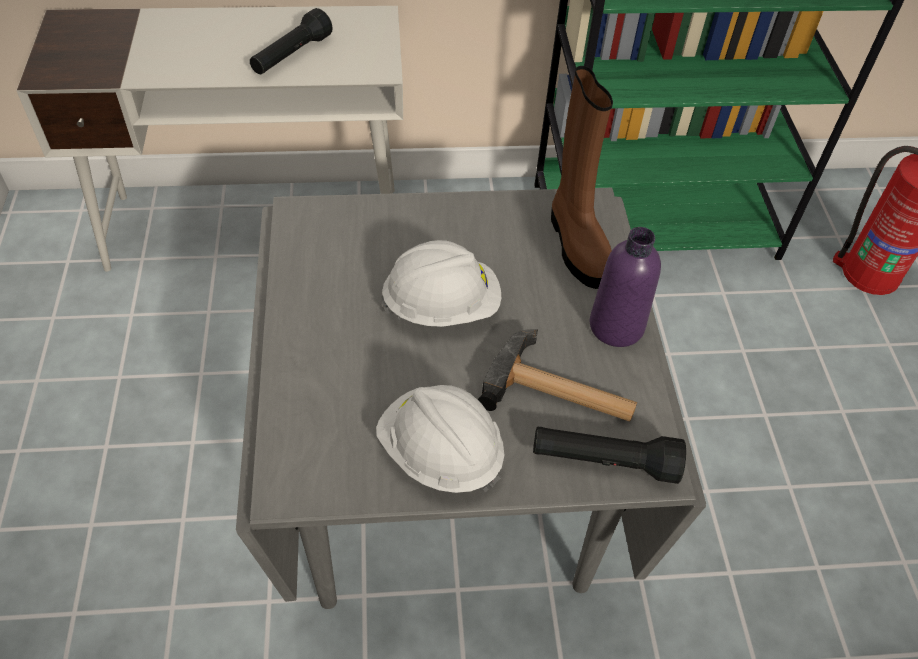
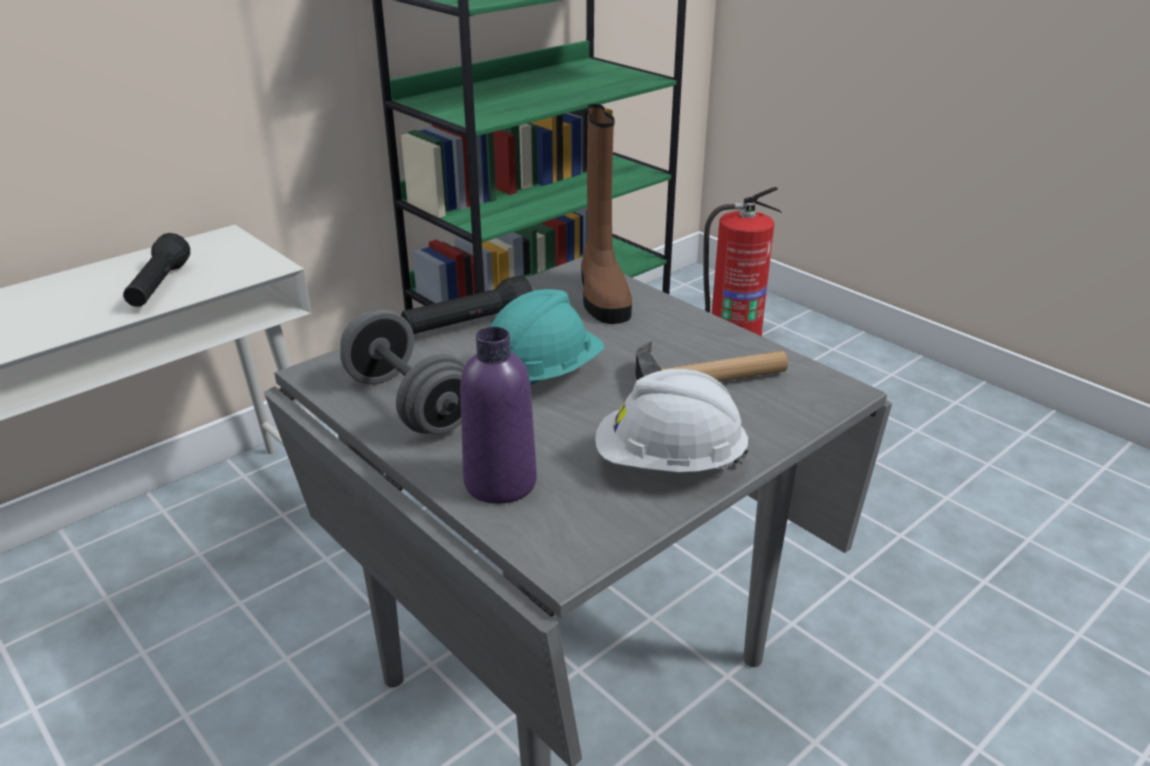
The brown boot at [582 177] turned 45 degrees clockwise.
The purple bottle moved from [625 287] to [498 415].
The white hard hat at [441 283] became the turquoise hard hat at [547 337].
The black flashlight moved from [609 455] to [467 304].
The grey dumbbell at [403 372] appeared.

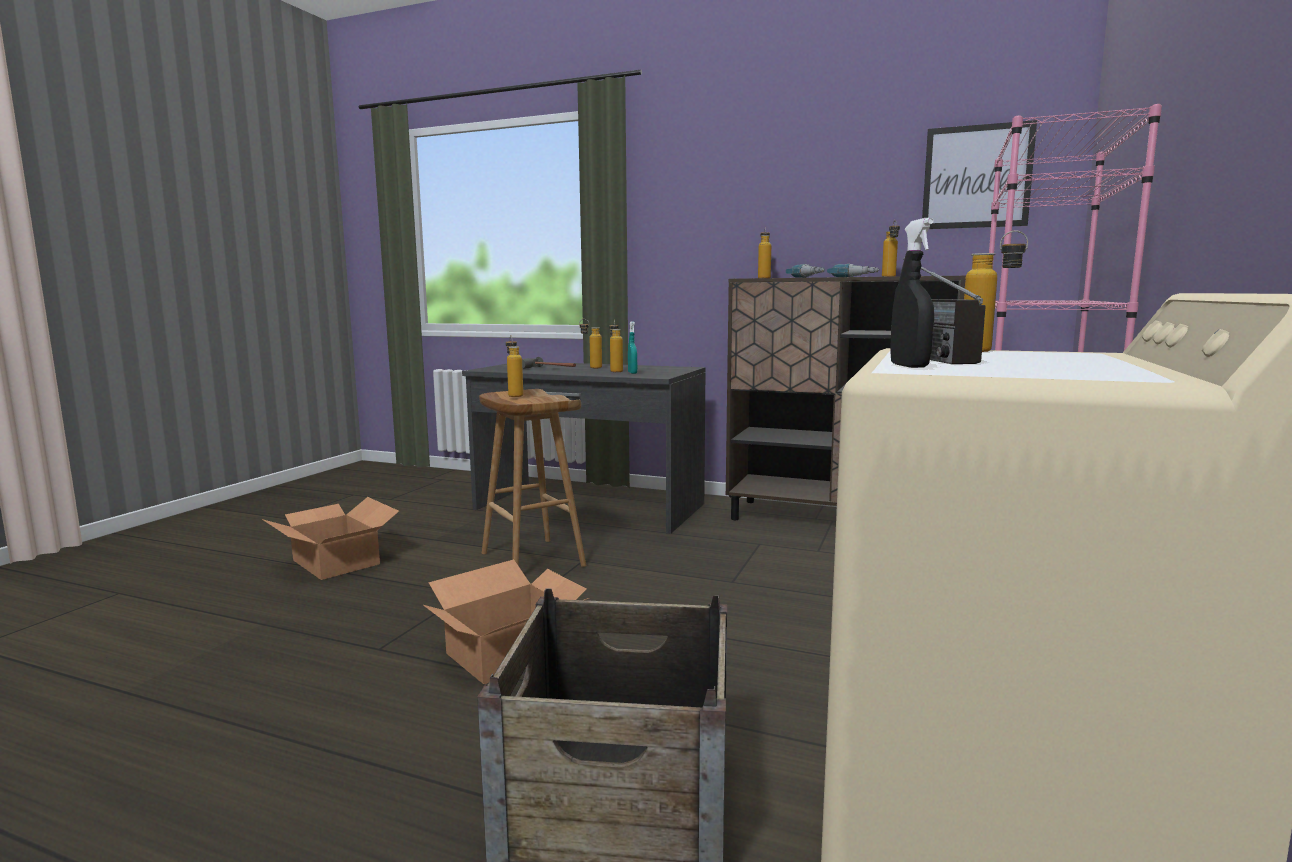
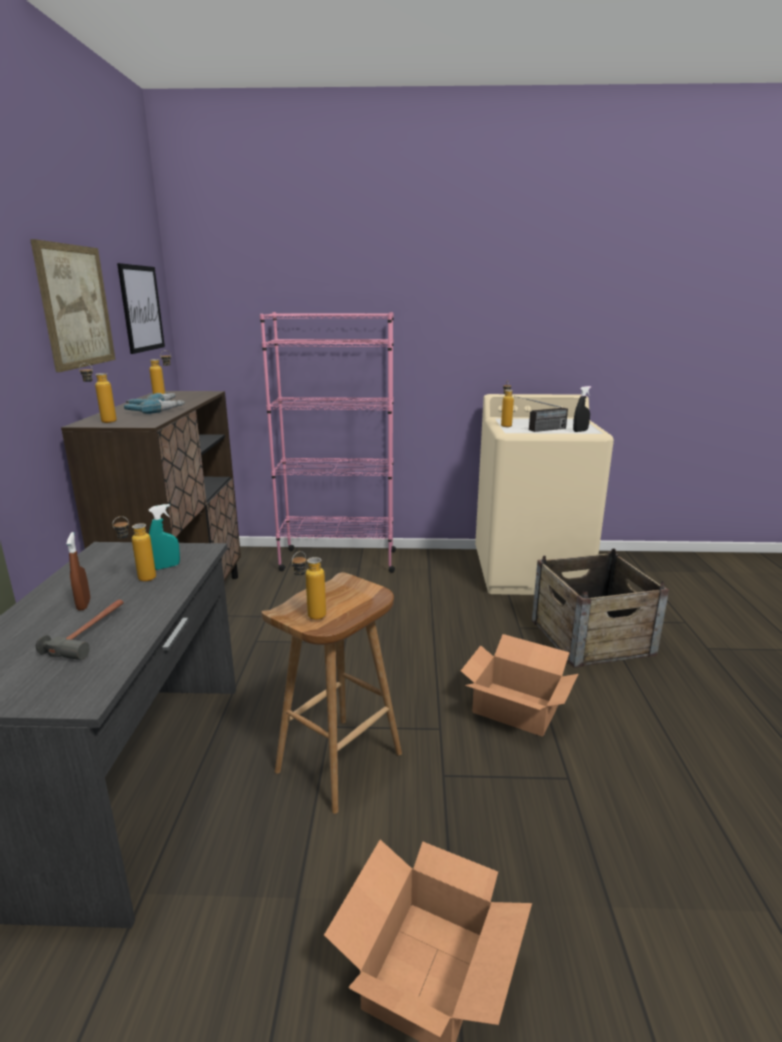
The bottle at [590 343] was replaced by the brown spray bottle at [78 571].
The picture at [73 305] appeared.

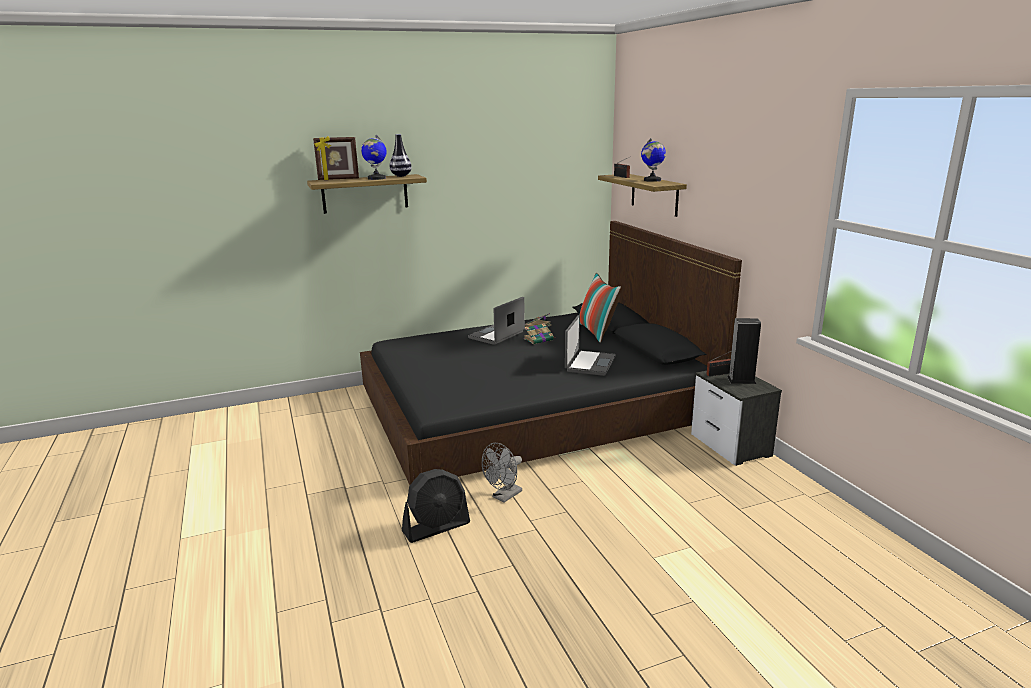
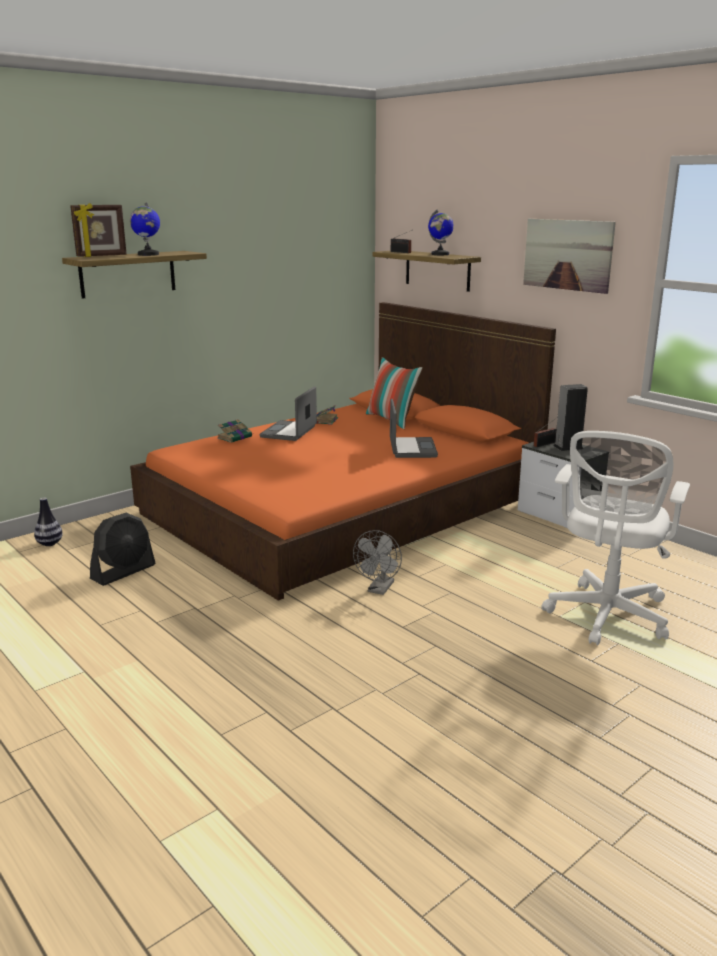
The vase moved from [401 155] to [48 522].
The black bed at [551 353] became the orange bed at [343 451].
The book moved from [539 333] to [235 431].
The black fan moved from [436 506] to [122 549].
The picture at [569 256] appeared.
The white office chair at [615 538] appeared.

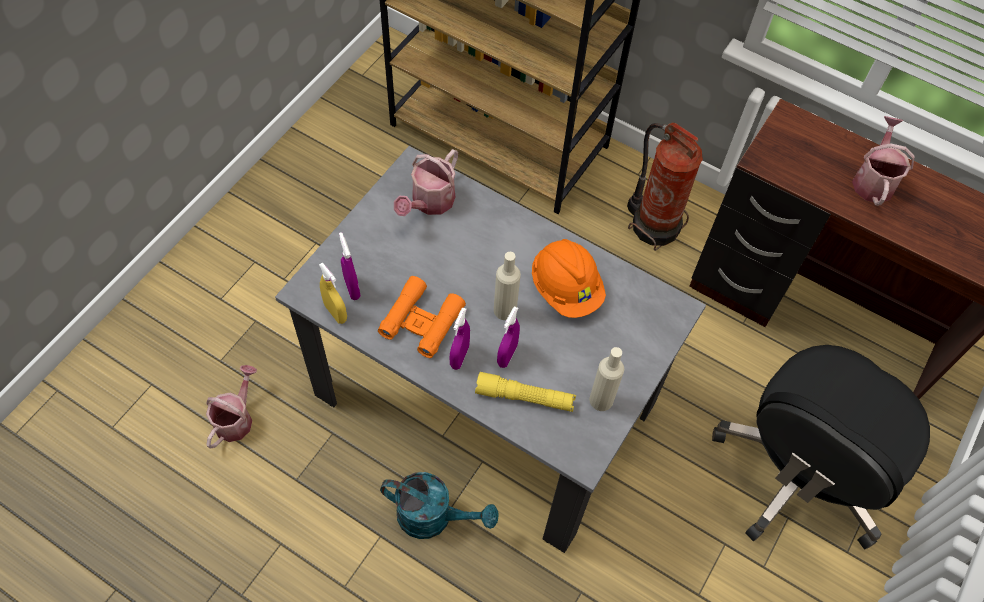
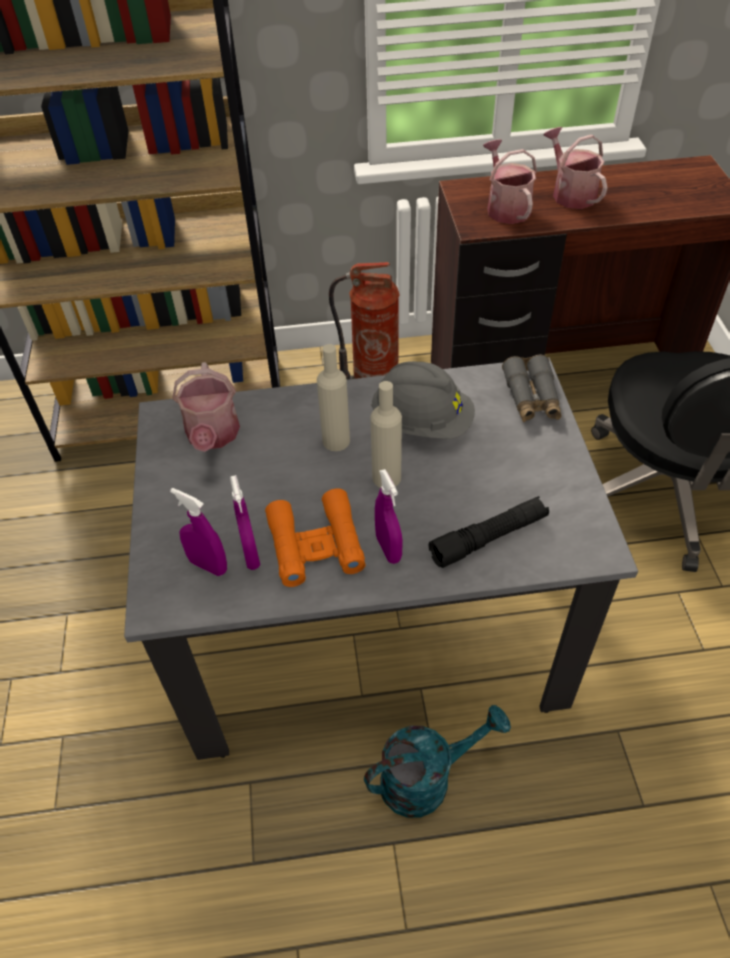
The orange hard hat at [569 278] became the grey hard hat at [423 400].
The yellow spray bottle at [333 293] disappeared.
The purple spray bottle moved from [508 337] to [245 522].
The beige bottle moved from [606 379] to [333 397].
The watering can moved from [231 407] to [510 181].
The yellow flashlight at [525 392] became the black flashlight at [488 532].
The grey binoculars at [532 388] appeared.

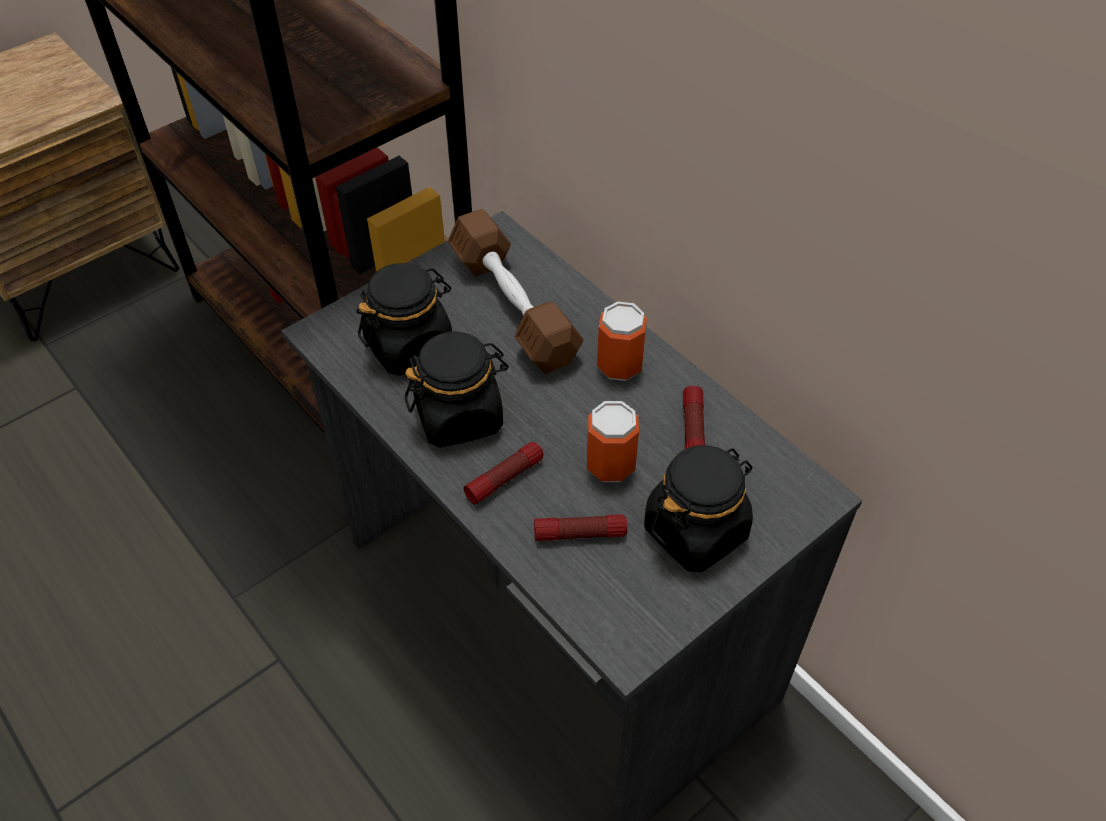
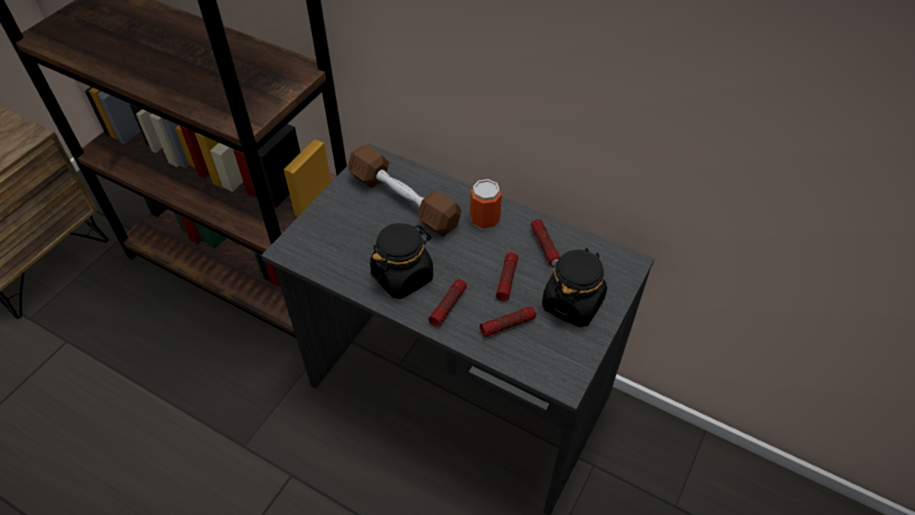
The black jar at [404 319] disappeared.
The can at [613 441] was replaced by the flashlight at [507 276].

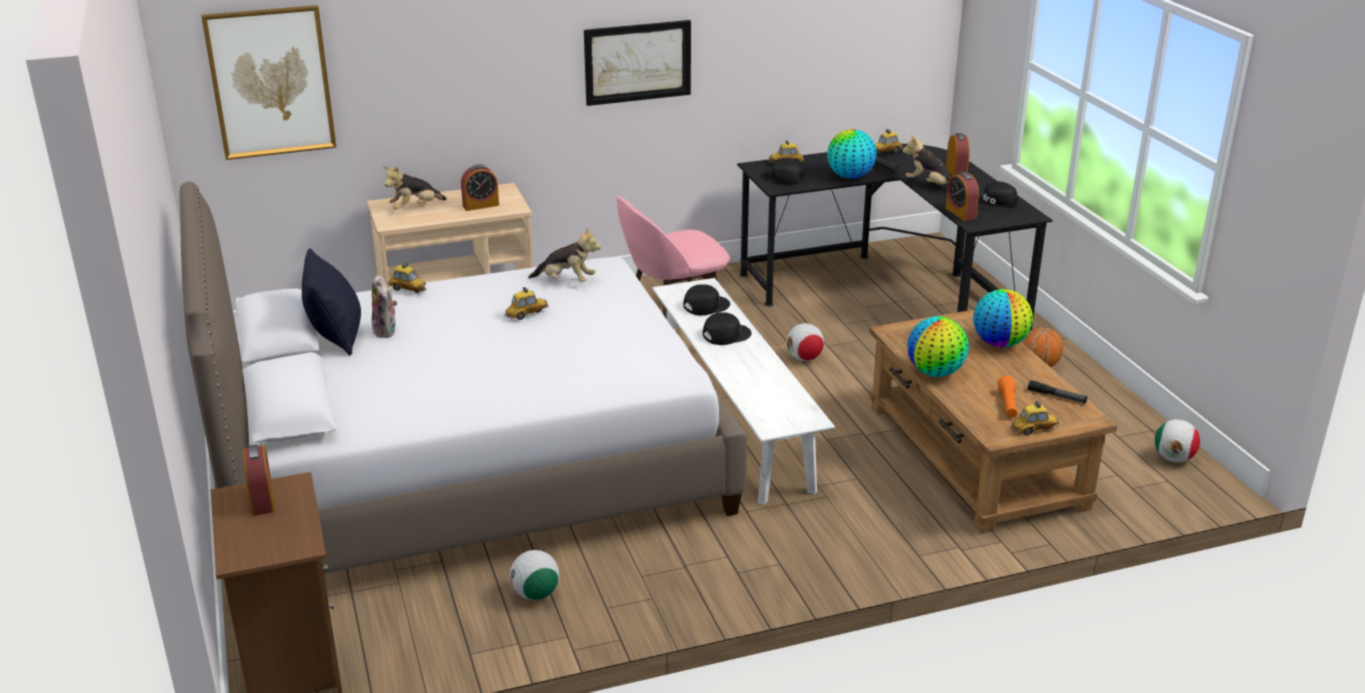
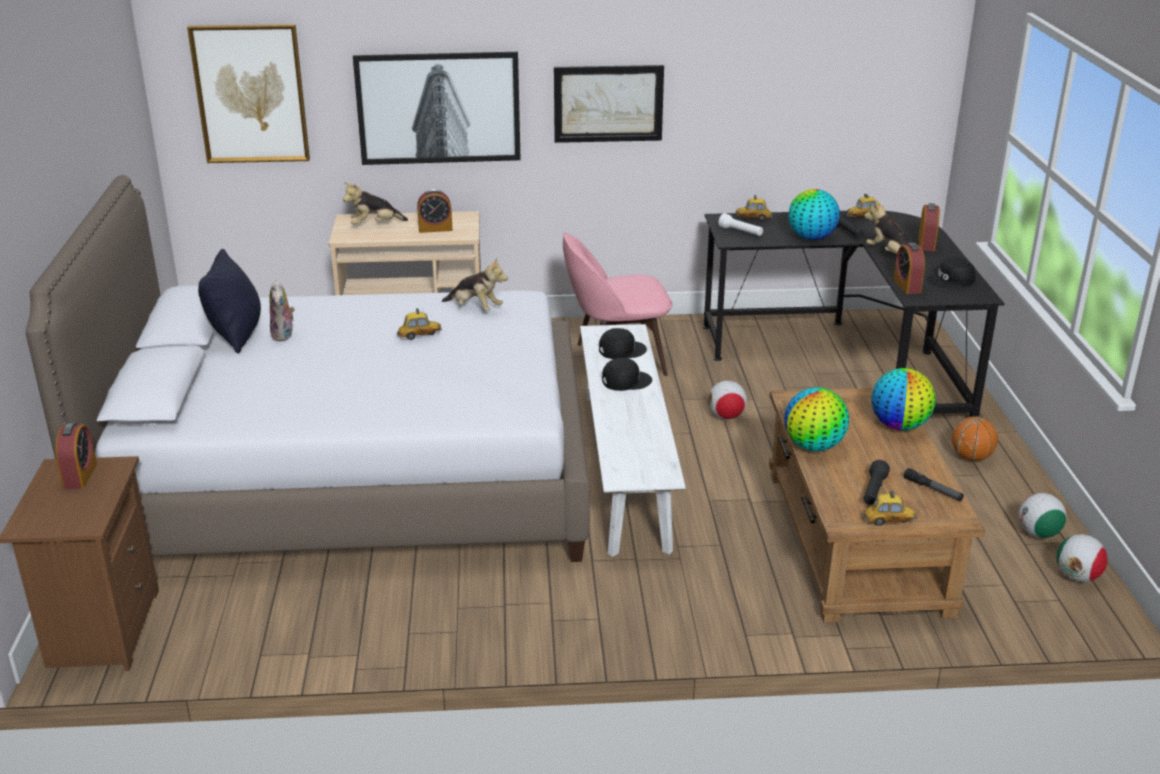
The black cap at [781 171] was replaced by the white flashlight at [740 224].
The toy car at [407 278] disappeared.
The orange flashlight at [1007 397] became the black flashlight at [876 482].
The football moved from [535 575] to [1042 515].
The picture at [437 108] appeared.

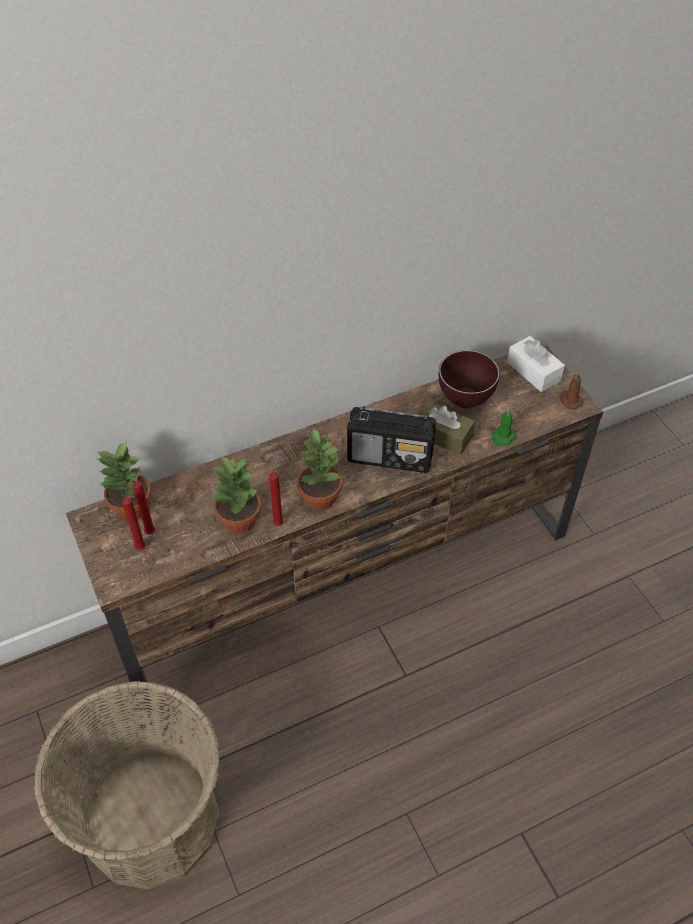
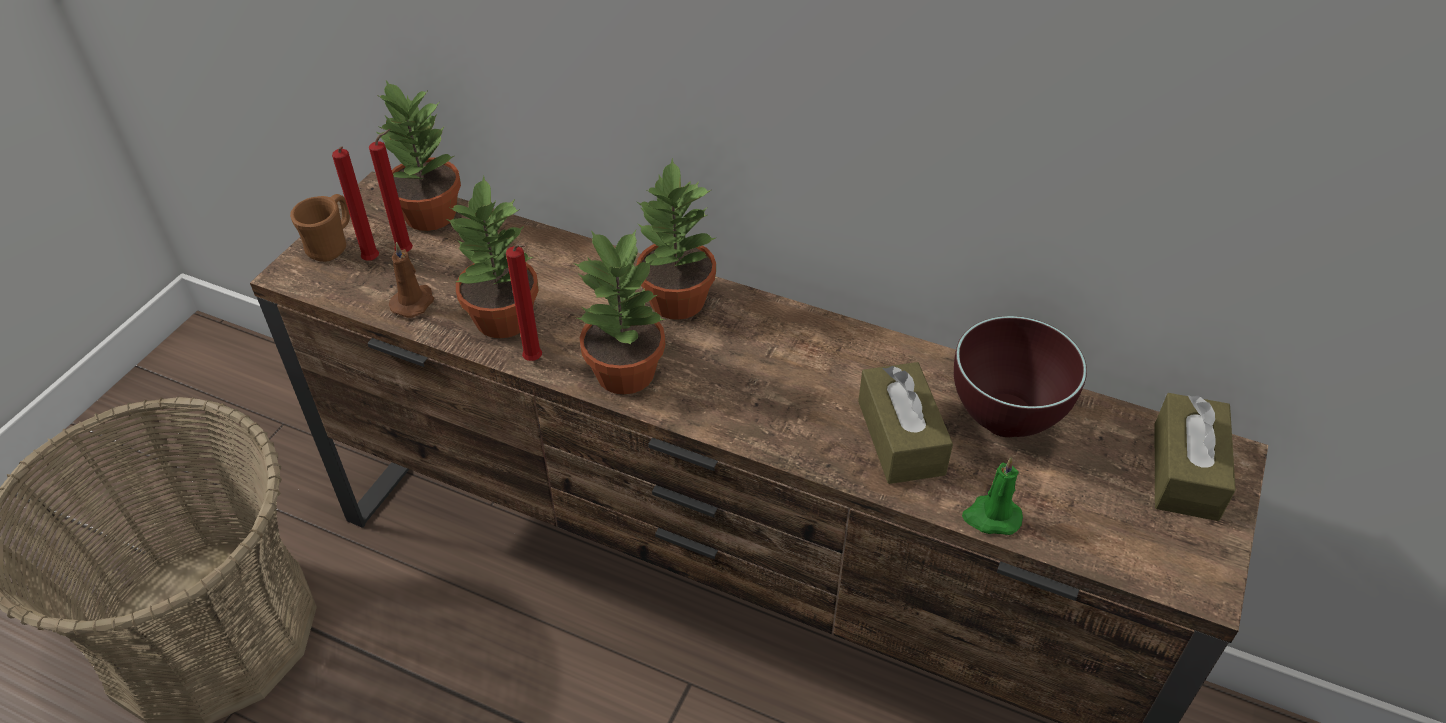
The white tissue box at [536 364] became the brown tissue box at [1195 457].
The brown candle moved from [571 391] to [411 280].
The radio at [391 439] disappeared.
The potted plant at [676 239] appeared.
The brown mug at [320 228] appeared.

